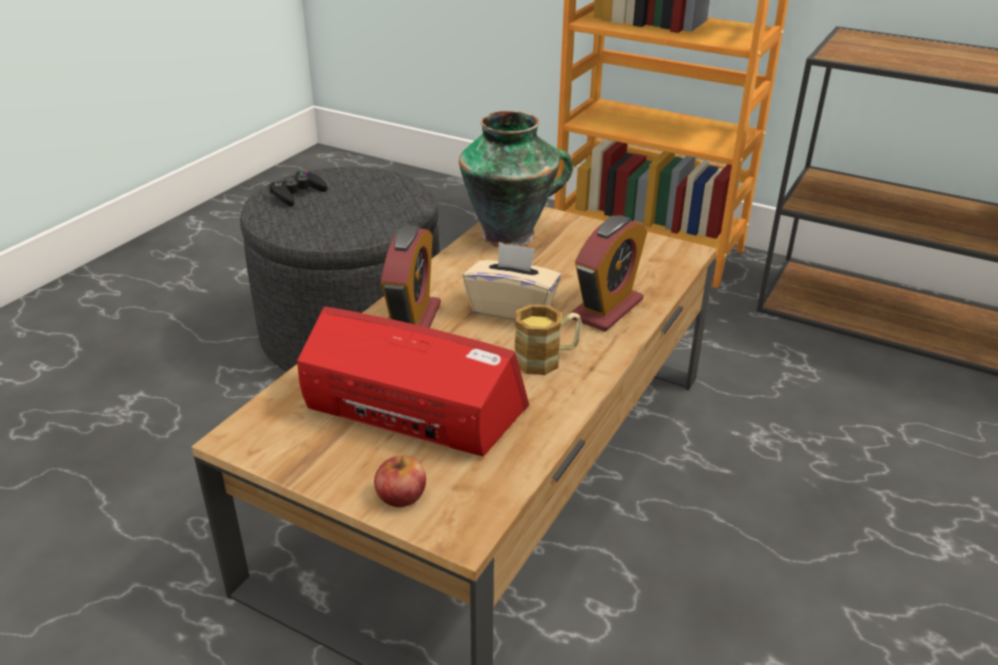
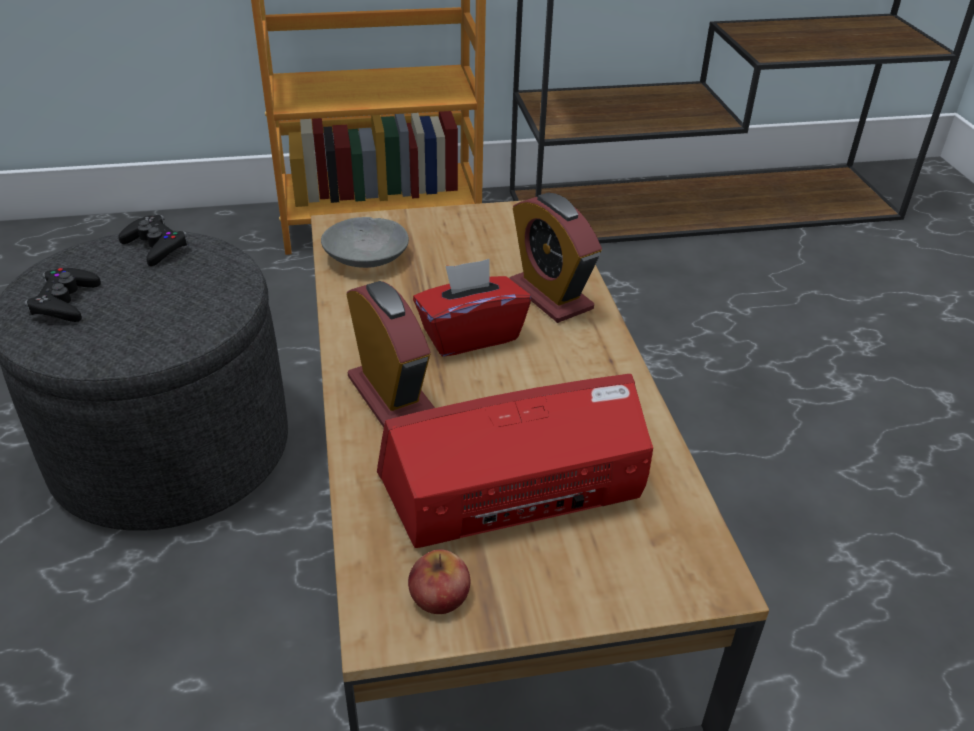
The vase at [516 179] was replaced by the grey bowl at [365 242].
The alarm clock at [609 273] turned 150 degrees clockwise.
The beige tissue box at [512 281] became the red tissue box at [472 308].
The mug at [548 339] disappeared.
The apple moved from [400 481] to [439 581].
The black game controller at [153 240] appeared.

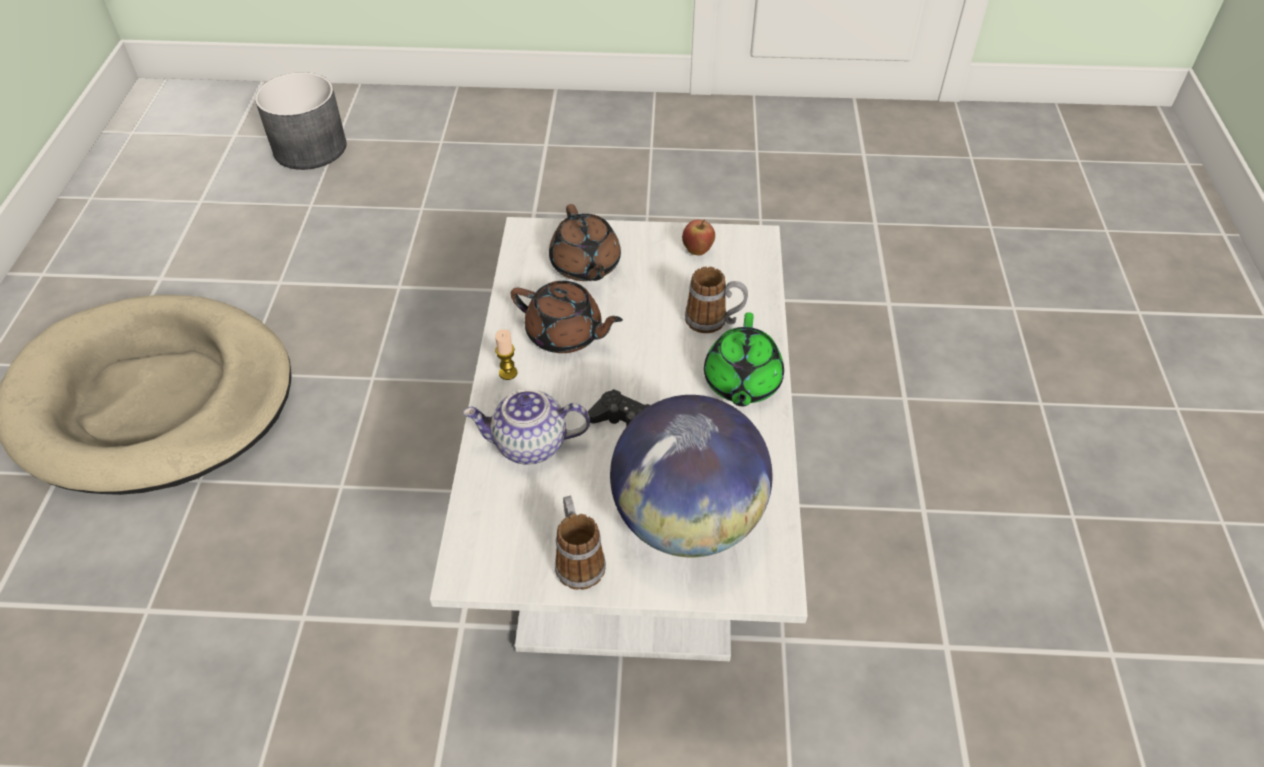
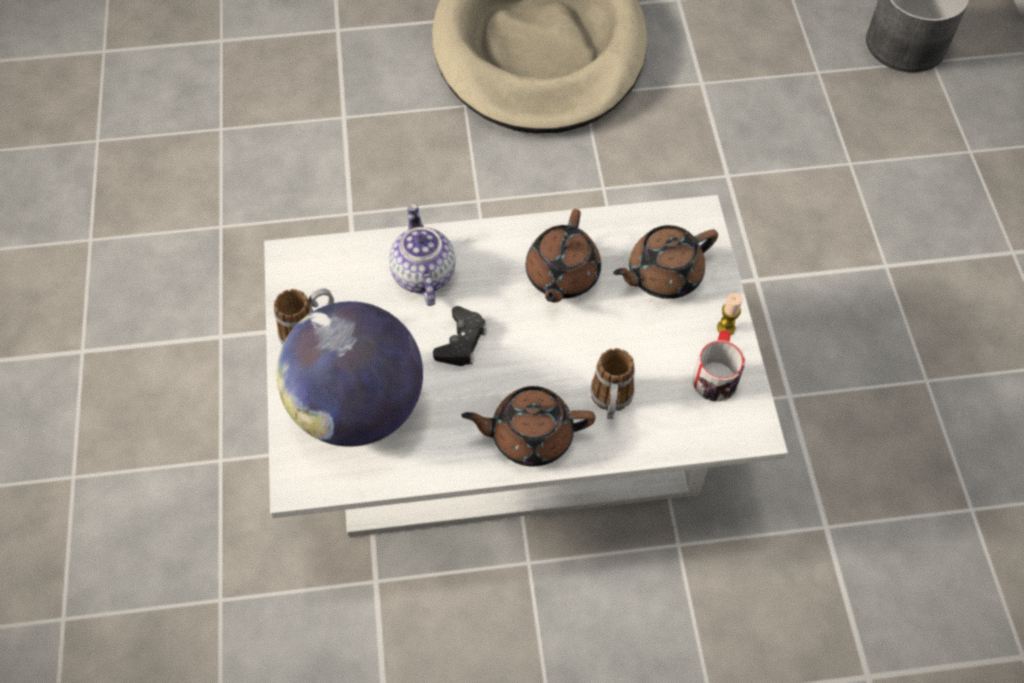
The apple at [698 237] was replaced by the mug at [719 366].
The green teapot at [744 359] became the brown teapot at [528 426].
The candle moved from [506 354] to [730 314].

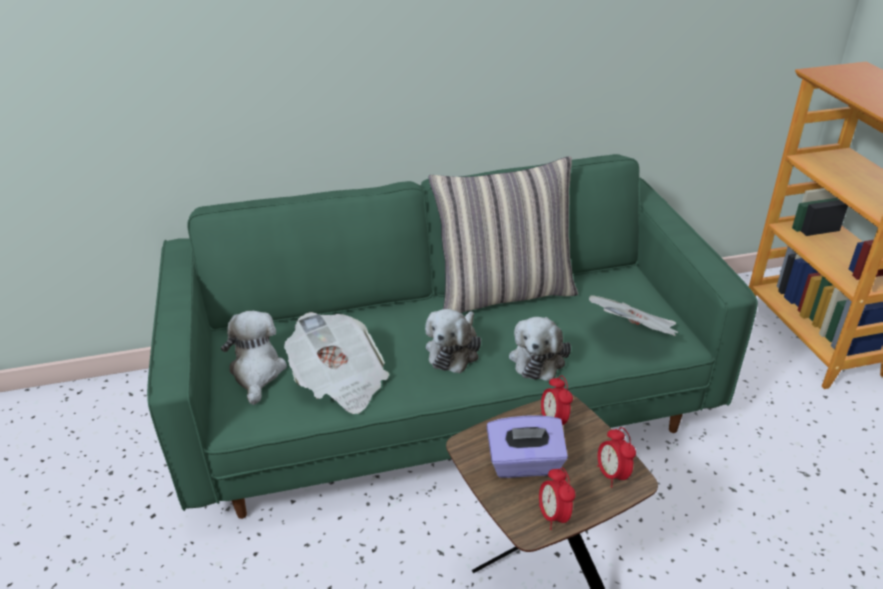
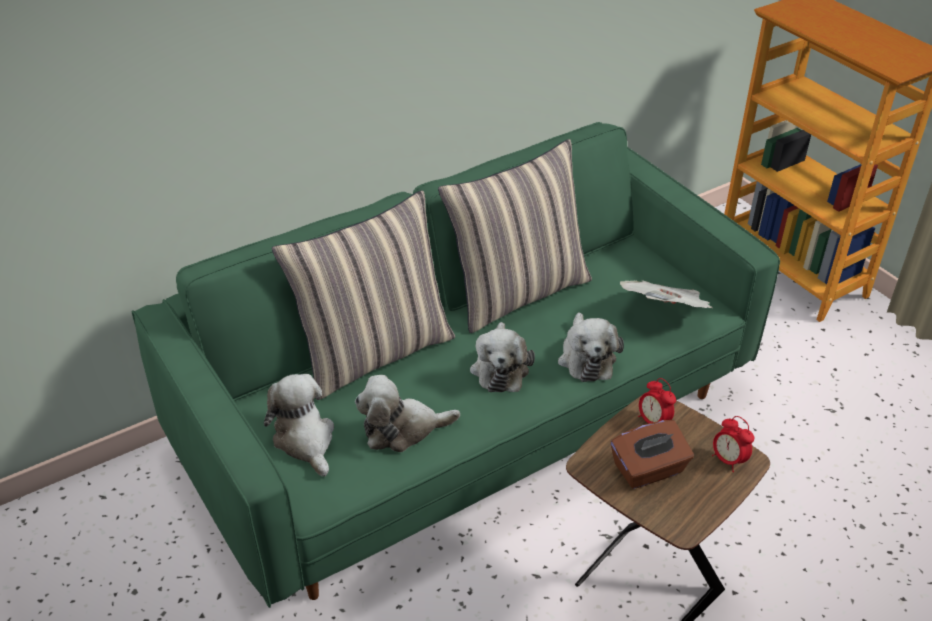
The newspaper at [336 363] was replaced by the plush toy at [407 413].
The purple tissue box at [527 447] became the brown tissue box at [652 454].
The alarm clock at [557 498] disappeared.
The pillow at [363 295] appeared.

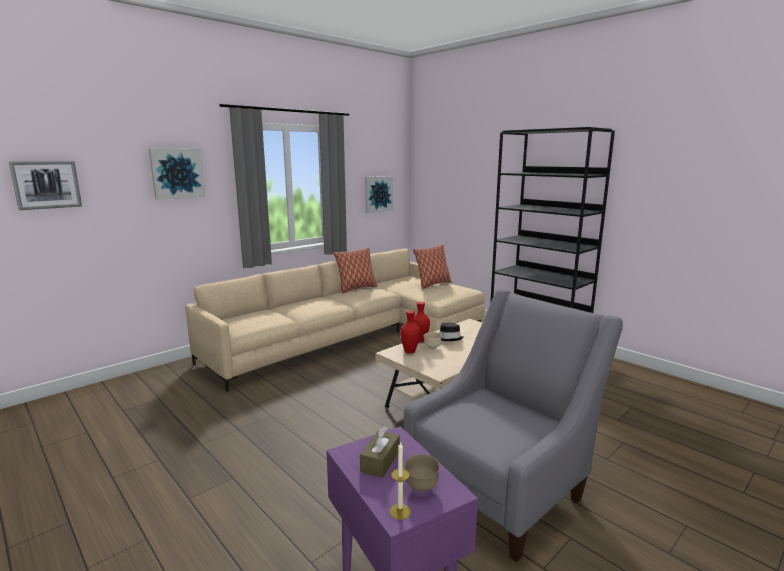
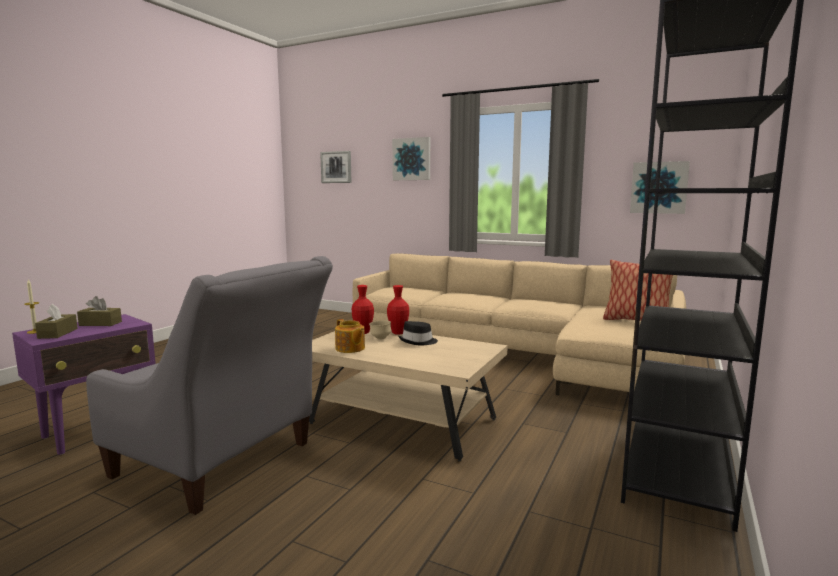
The pillow at [355 270] disappeared.
The brown bowl at [422 472] was replaced by the brown tissue box at [56 321].
The teapot at [350 336] appeared.

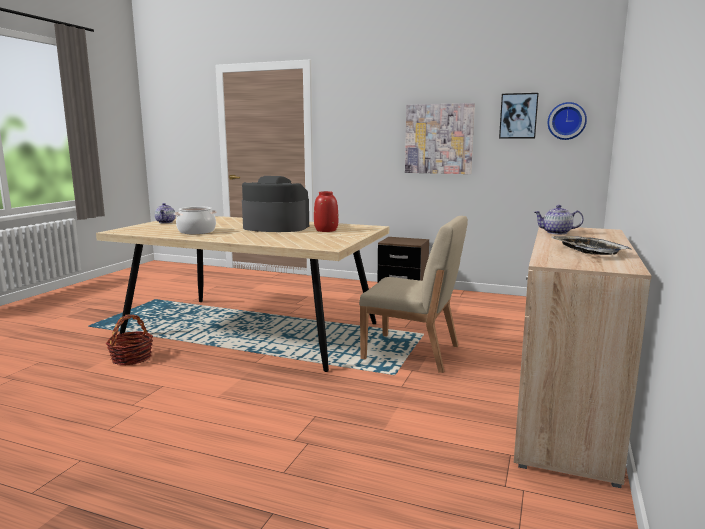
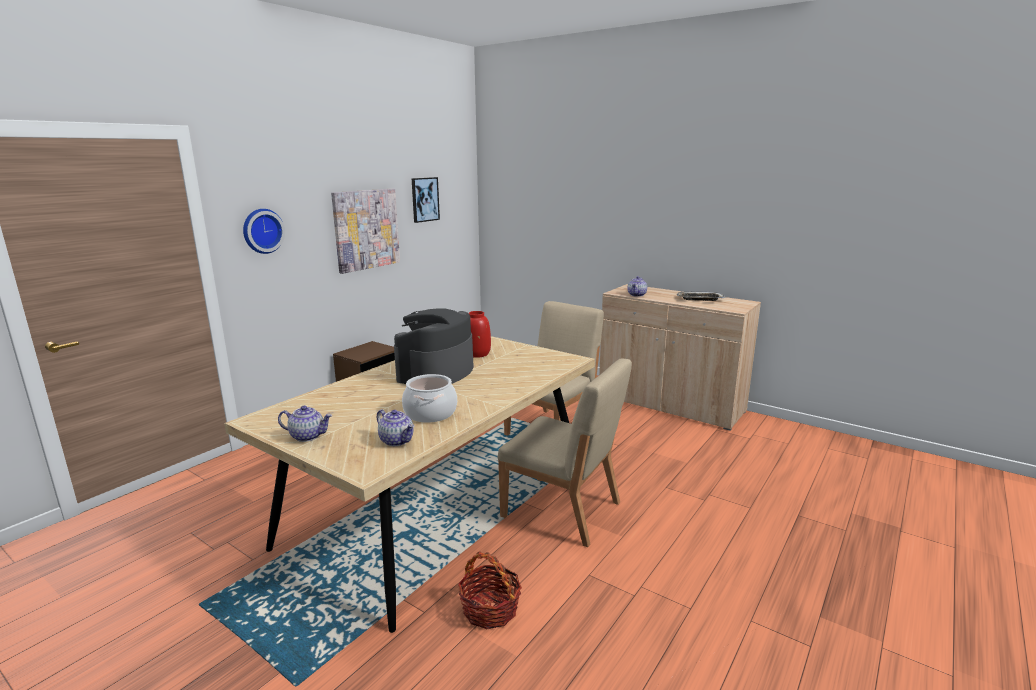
The wall clock moved from [567 121] to [264 231].
The beige chair at [565 452] appeared.
The teapot at [396 428] appeared.

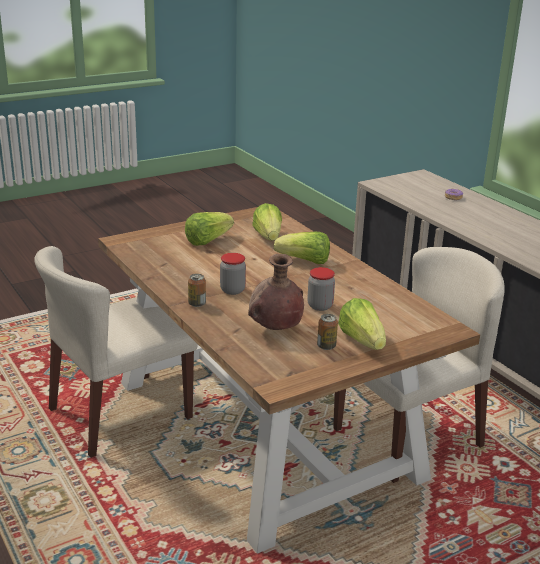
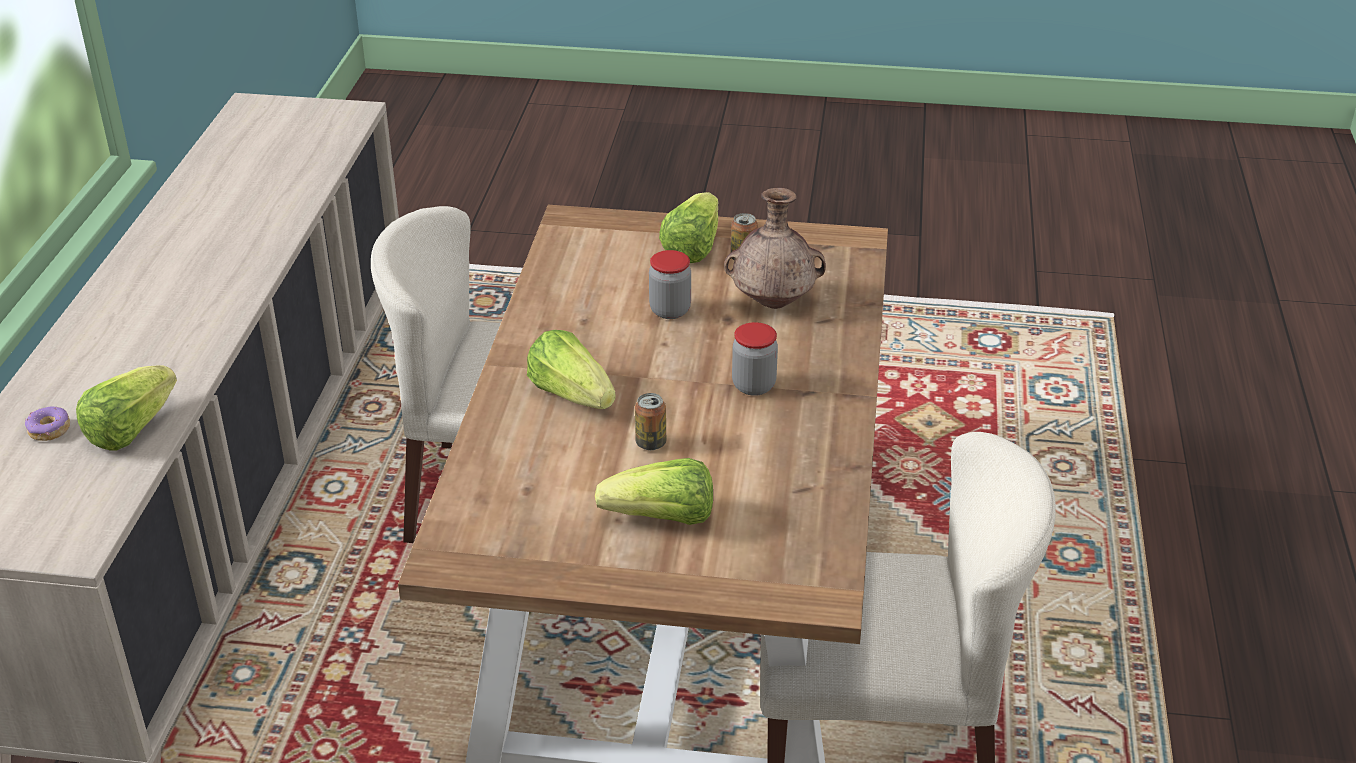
The lettuce moved from [267 222] to [126 408].
The can moved from [197 290] to [650 421].

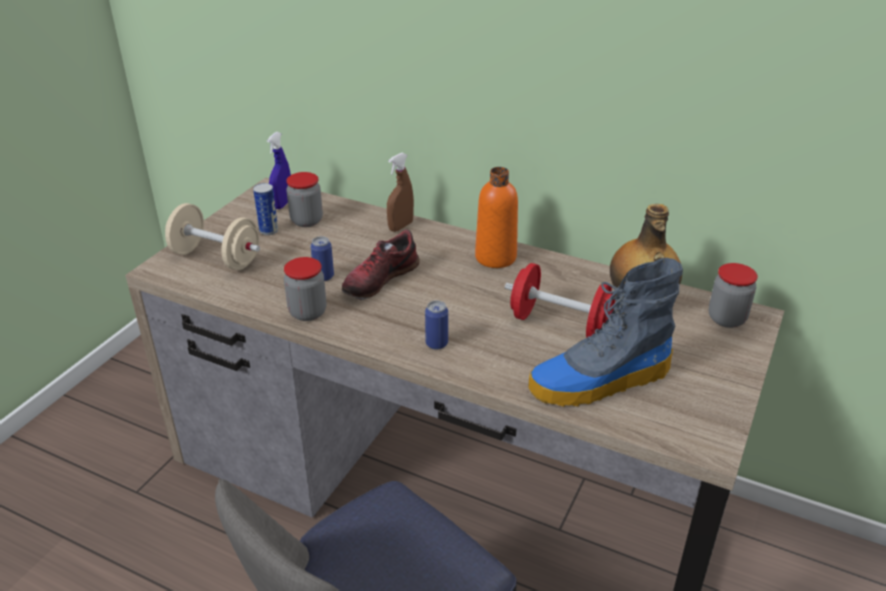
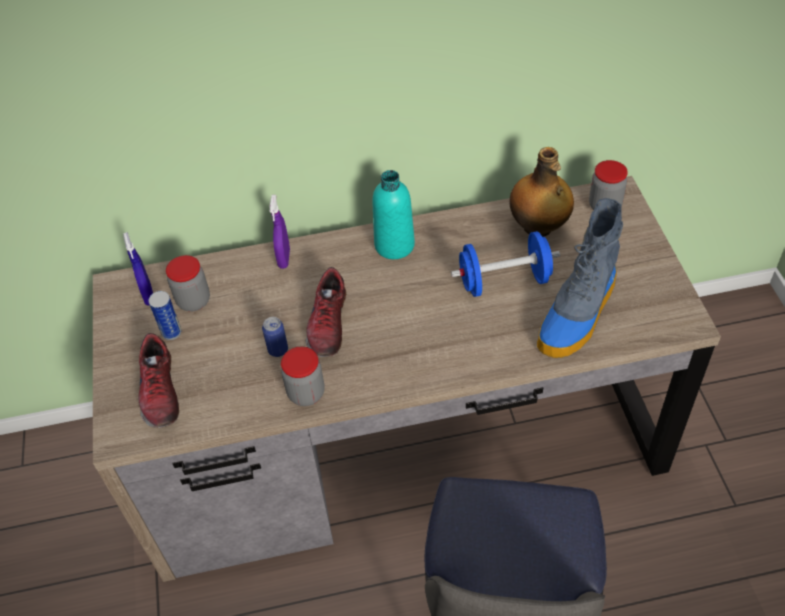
The brown spray bottle at [400 192] became the purple spray bottle at [279 232].
The orange bottle at [496 217] became the turquoise bottle at [393 214].
The beige dumbbell at [212 236] was replaced by the shoe at [158 380].
The red dumbbell at [560 300] became the blue dumbbell at [505 264].
The can at [436 325] disappeared.

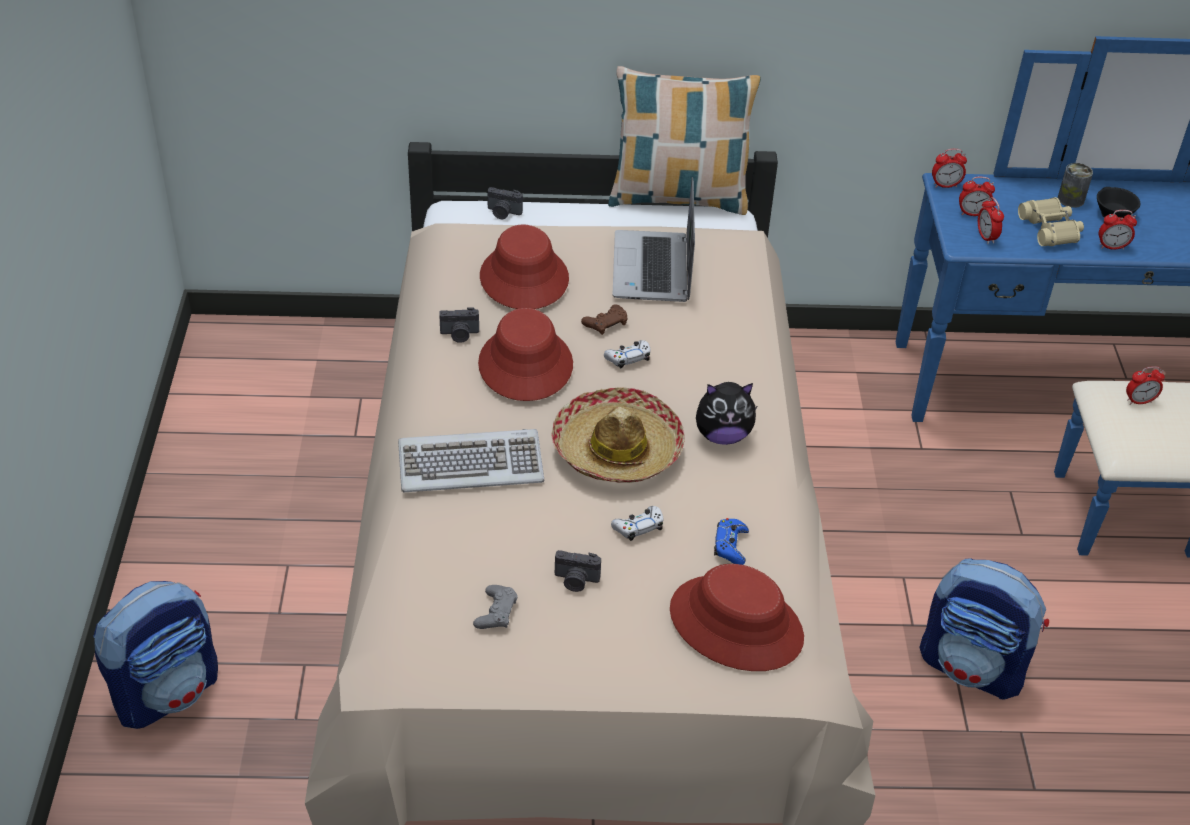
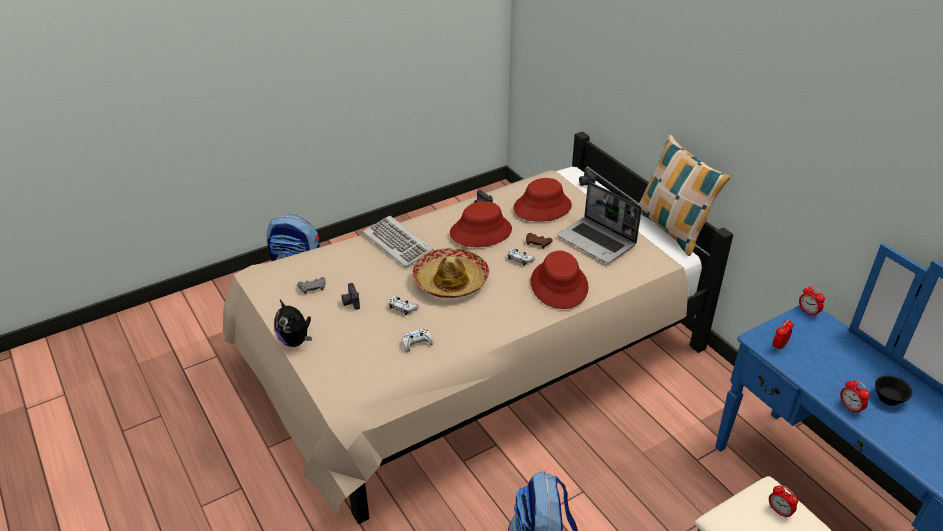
The can at [1075 185] disappeared.
The laptop at [654 239] turned 105 degrees counterclockwise.
The alarm clock at [977 196] disappeared.
The beige binoculars at [1051 221] disappeared.
The plush toy moved from [727 413] to [293 323].
The blue game controller at [731 541] became the white game controller at [418 340].
The red hat moved from [737 617] to [560 280].

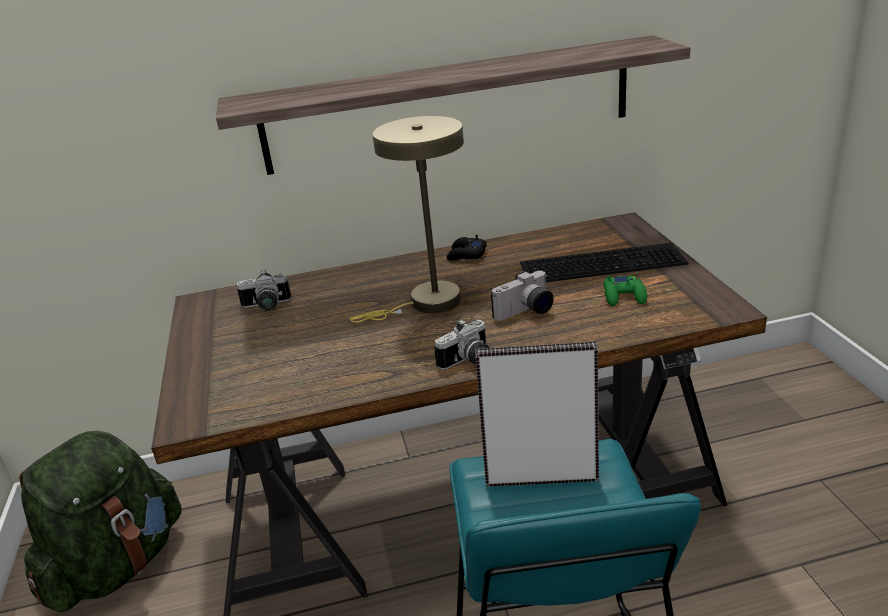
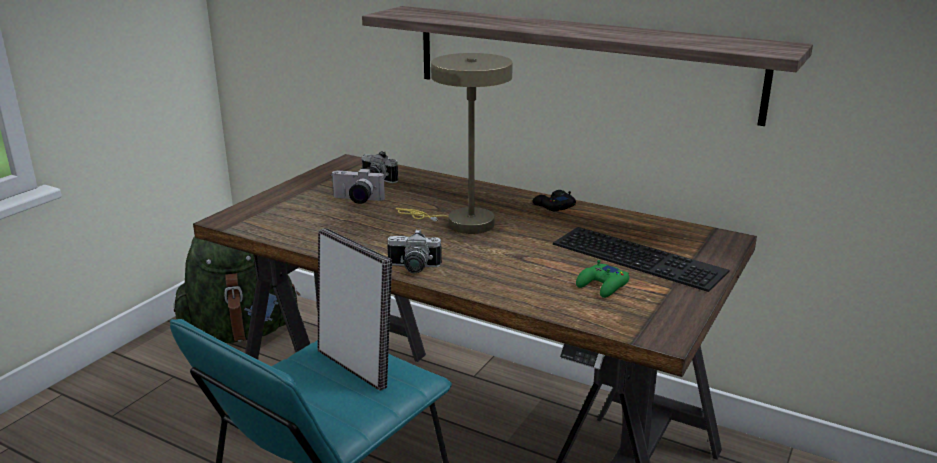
The photo camera moved from [522 296] to [358 186].

